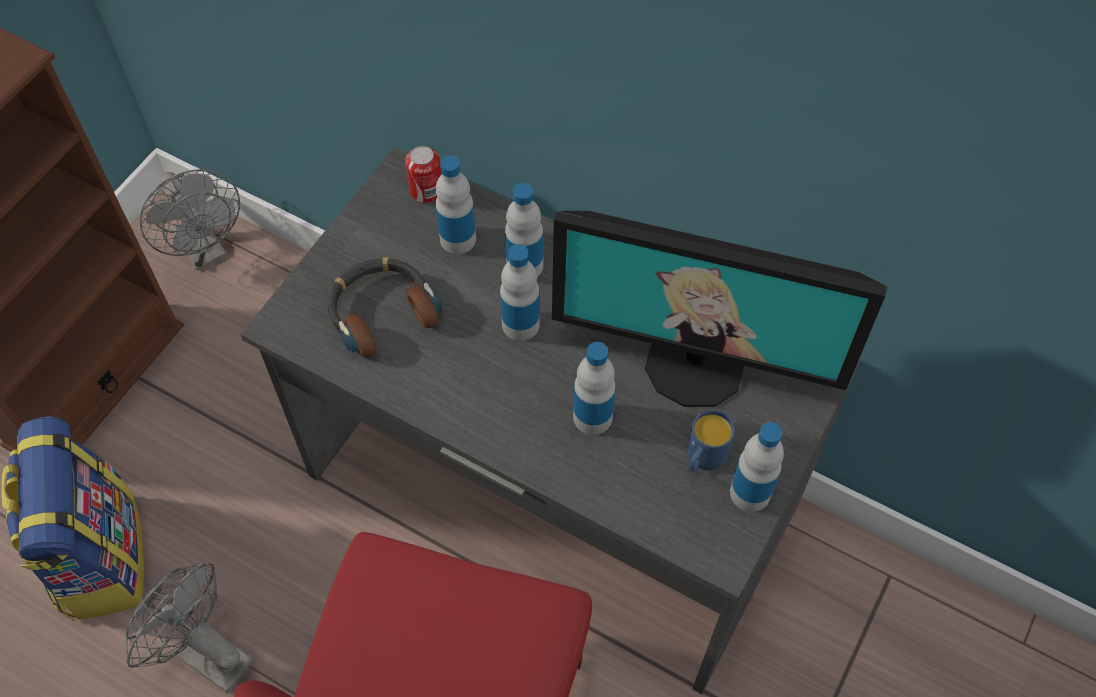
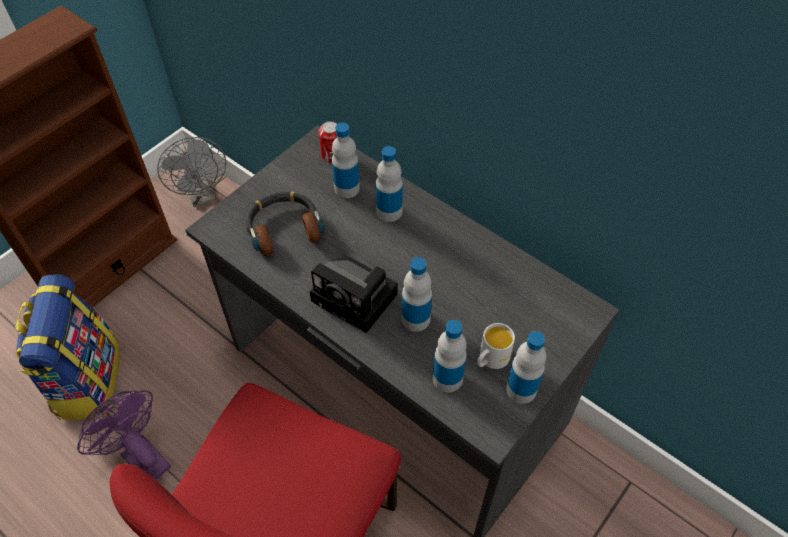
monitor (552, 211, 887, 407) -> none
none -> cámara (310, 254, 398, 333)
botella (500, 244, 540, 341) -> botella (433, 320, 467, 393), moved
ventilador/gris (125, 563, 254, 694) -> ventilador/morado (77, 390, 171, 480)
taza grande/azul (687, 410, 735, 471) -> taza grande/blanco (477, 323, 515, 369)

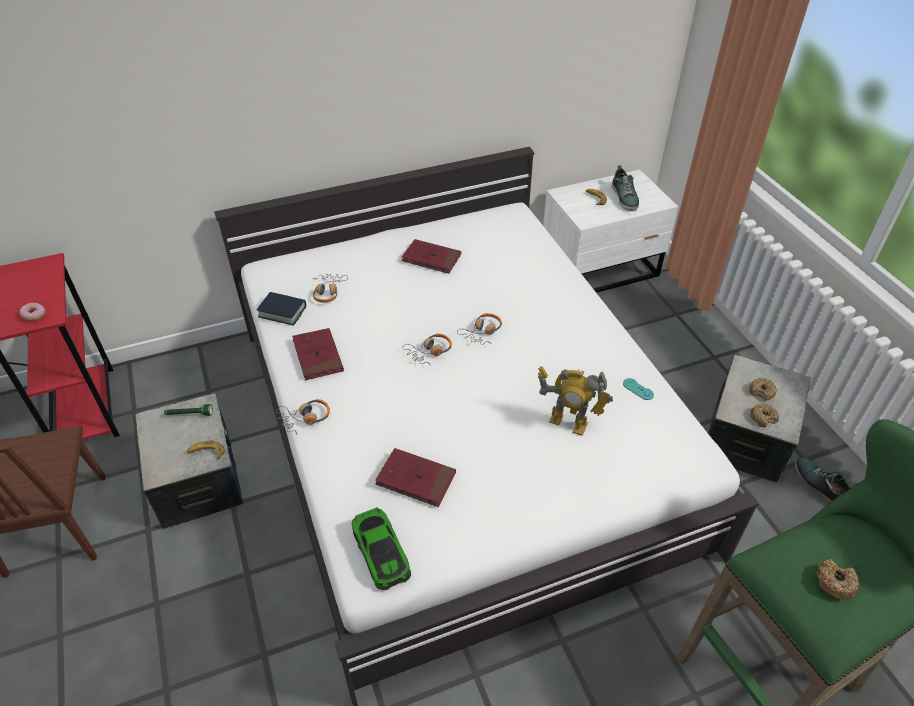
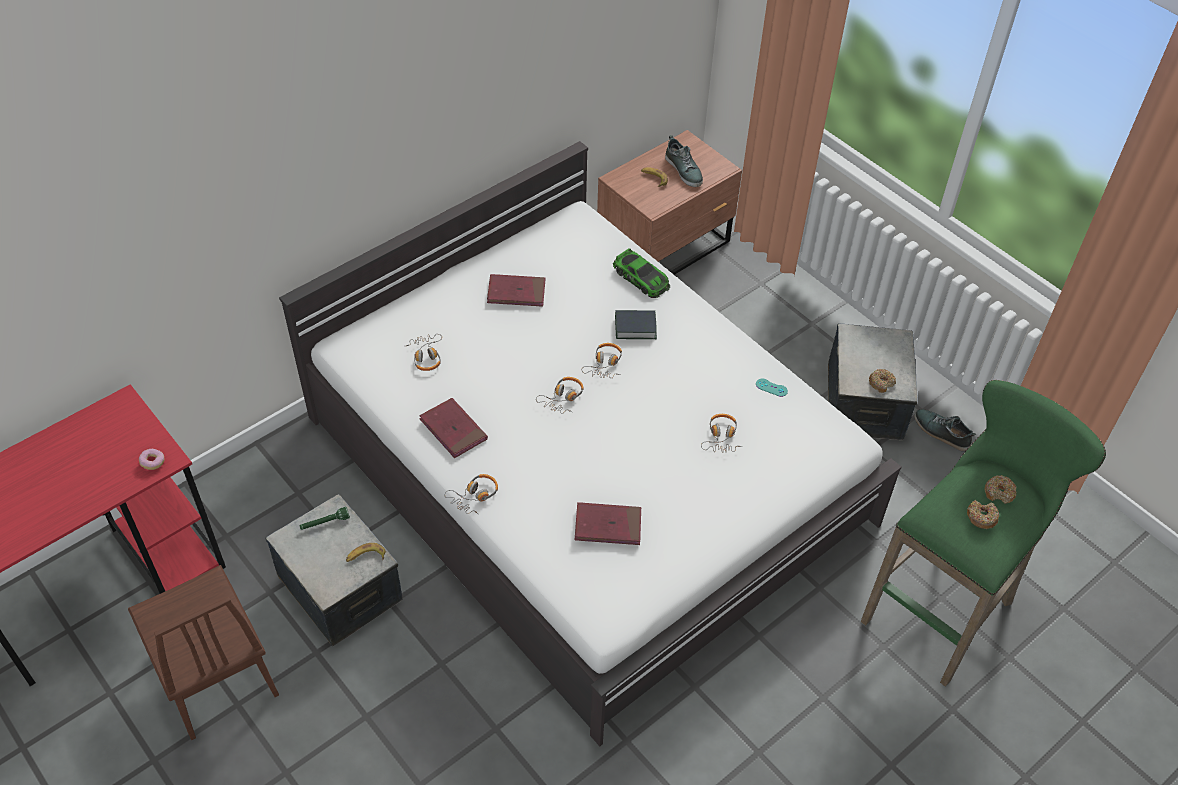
libro (257, 292, 306, 326) -> libro (615, 310, 657, 339), moved
coche de juguete (352, 507, 411, 590) -> coche de juguete (613, 248, 670, 298), moved
rosquilla (749, 378, 777, 401) -> rosquilla (984, 475, 1017, 504), moved
robot de juguete (538, 366, 613, 436) -> auriculares (701, 414, 743, 452)
mesita de noche/blanco (543, 169, 678, 293) -> mesita de noche/marrón (597, 130, 742, 275)

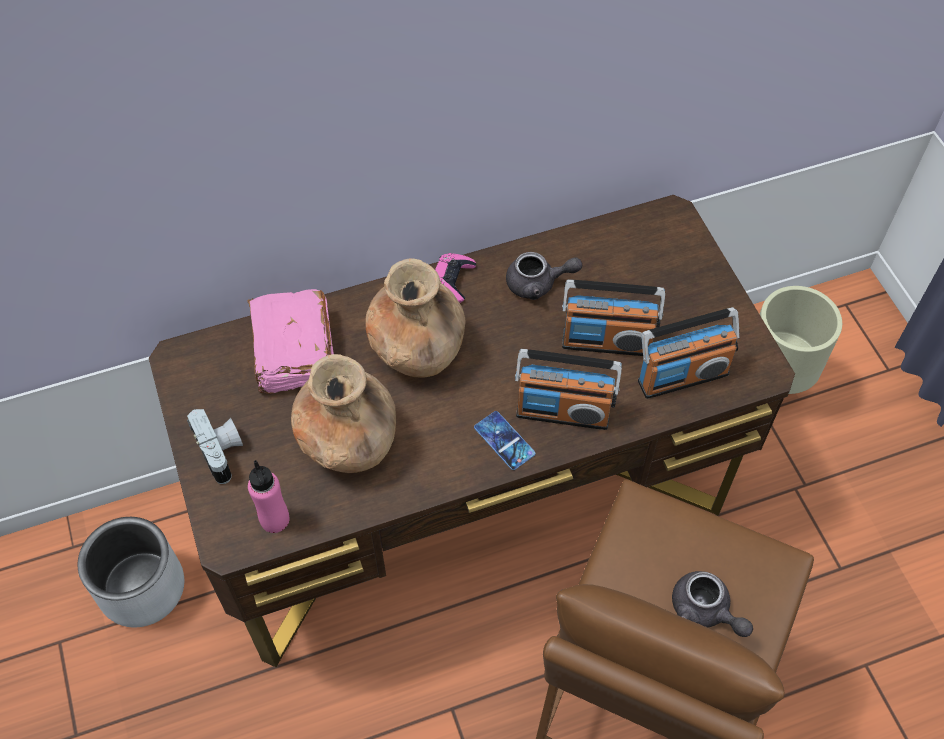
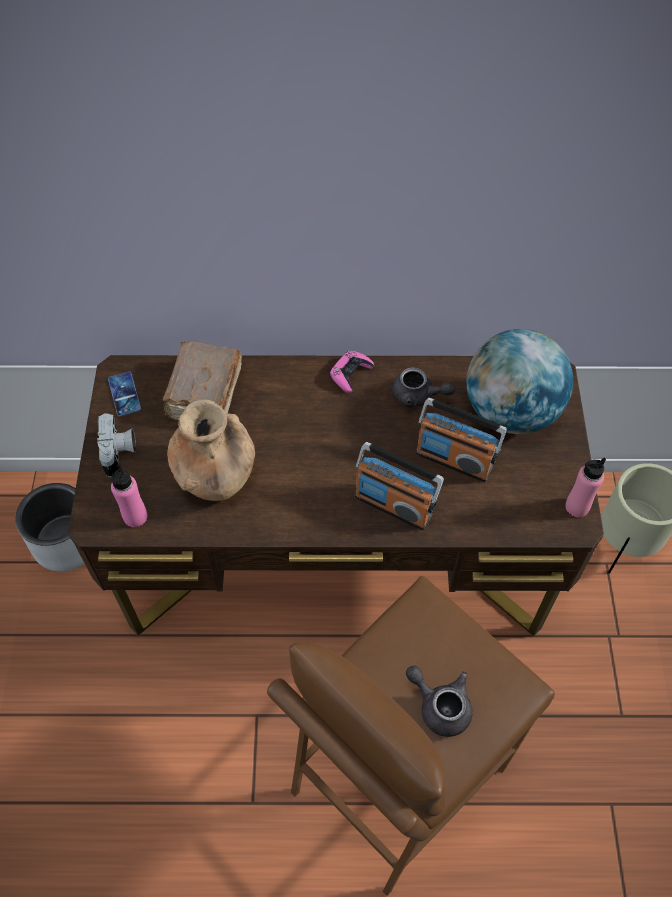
florero/marrón (365, 258, 466, 377) -> none
radio (638, 307, 740, 399) -> none
none -> globo terráqueo (466, 329, 573, 434)
none -> botella/rosa (565, 457, 606, 517)
móvil (474, 411, 536, 470) -> móvil (108, 372, 141, 416), moved
libro/rosa (247, 289, 334, 394) -> libro/marrón (162, 342, 242, 420)
tetera/gris (672, 571, 753, 637) -> tetera/gris (406, 666, 473, 737), 150 degrees clockwise

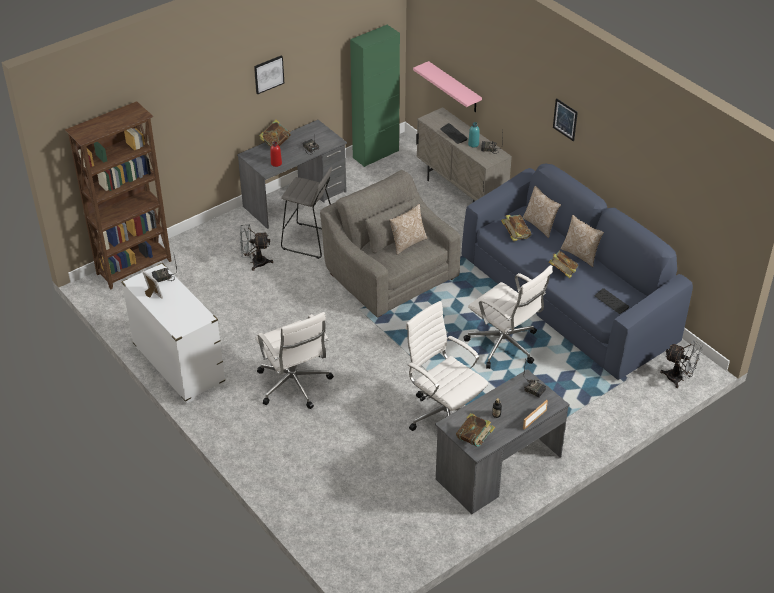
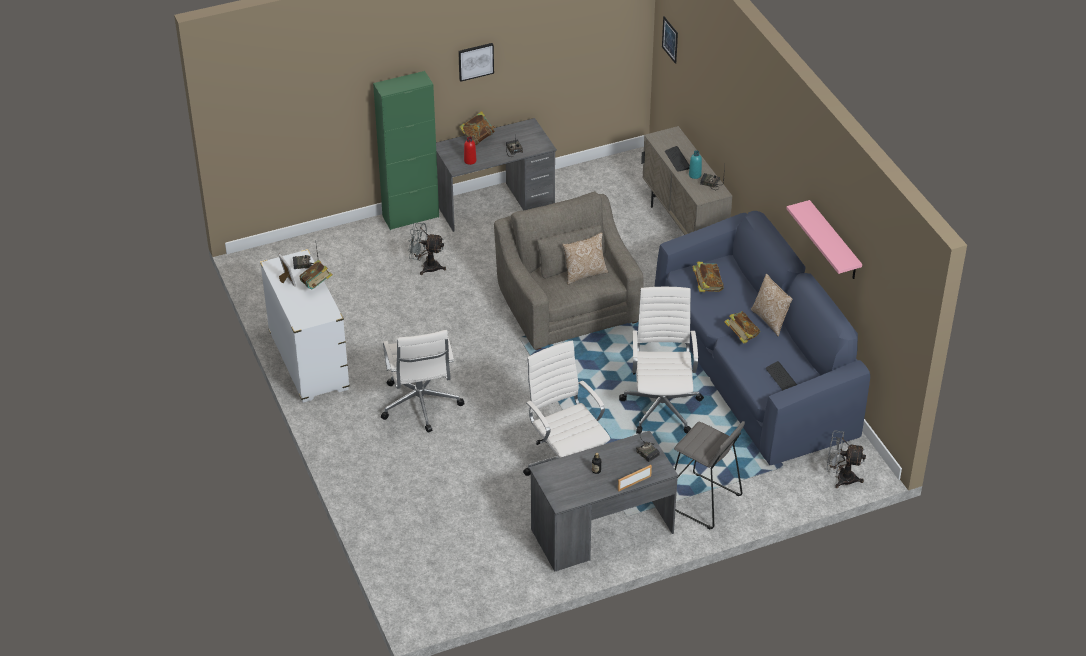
estantería/marrón (65, 101, 171, 289) -> none
cojín (522, 185, 561, 238) -> none
taburete/gris (281, 167, 332, 259) -> taburete/gris (674, 421, 745, 529), moved
armario/verde (350, 25, 400, 167) -> armario/verde (373, 71, 439, 230), moved
estante/rosa (413, 61, 482, 112) -> estante/rosa (787, 200, 862, 279), moved
libro (456, 413, 495, 447) -> libro (300, 260, 332, 289), moved
cuadro (553, 98, 578, 142) -> cuadro (662, 16, 678, 64), moved
silla de oficina/blanco (463, 265, 553, 369) -> silla de oficina/blanco (619, 287, 704, 434), 150 degrees counterclockwise
ventilador/gris (660, 340, 703, 388) -> ventilador/gris (826, 430, 866, 488), 150 degrees clockwise

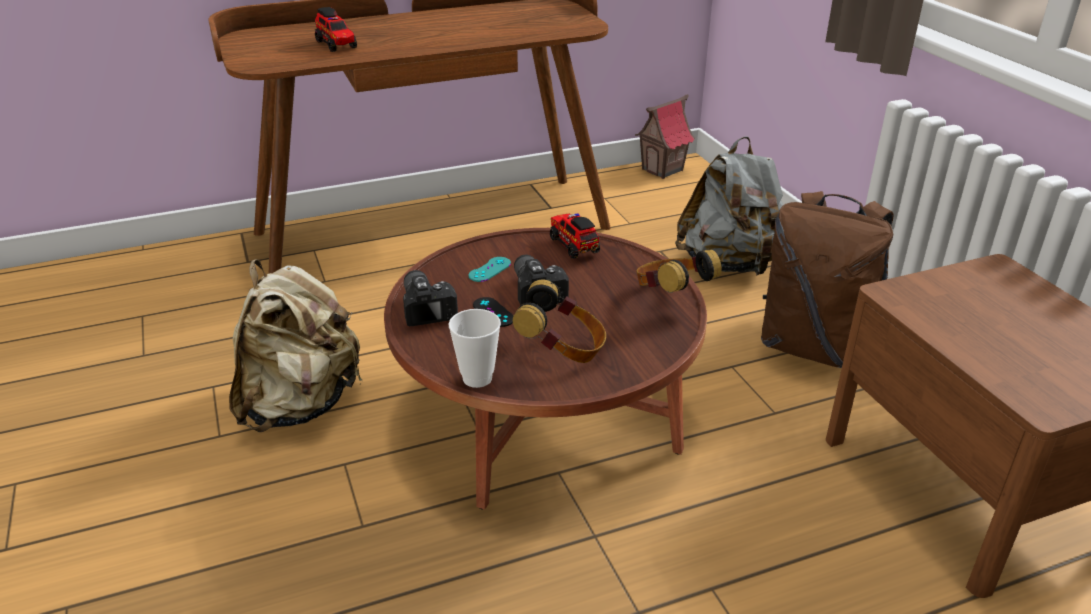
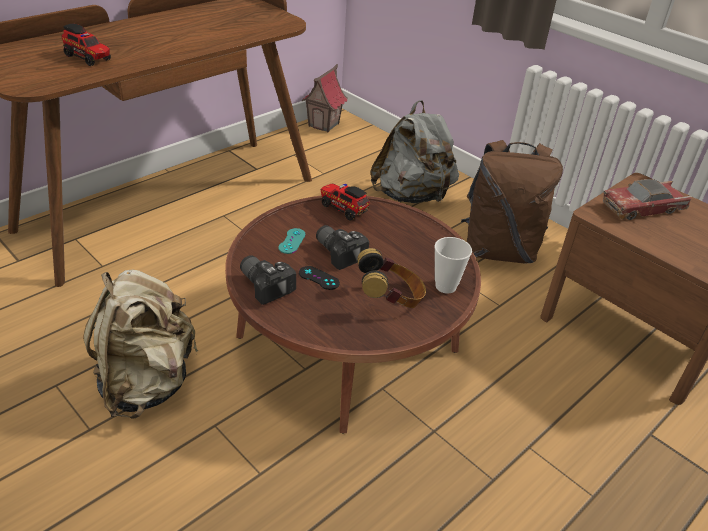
auriculares (636, 249, 722, 293) -> none
none -> coche de juguete (603, 179, 692, 220)
taza (449, 309, 501, 388) -> taza (434, 237, 472, 294), moved

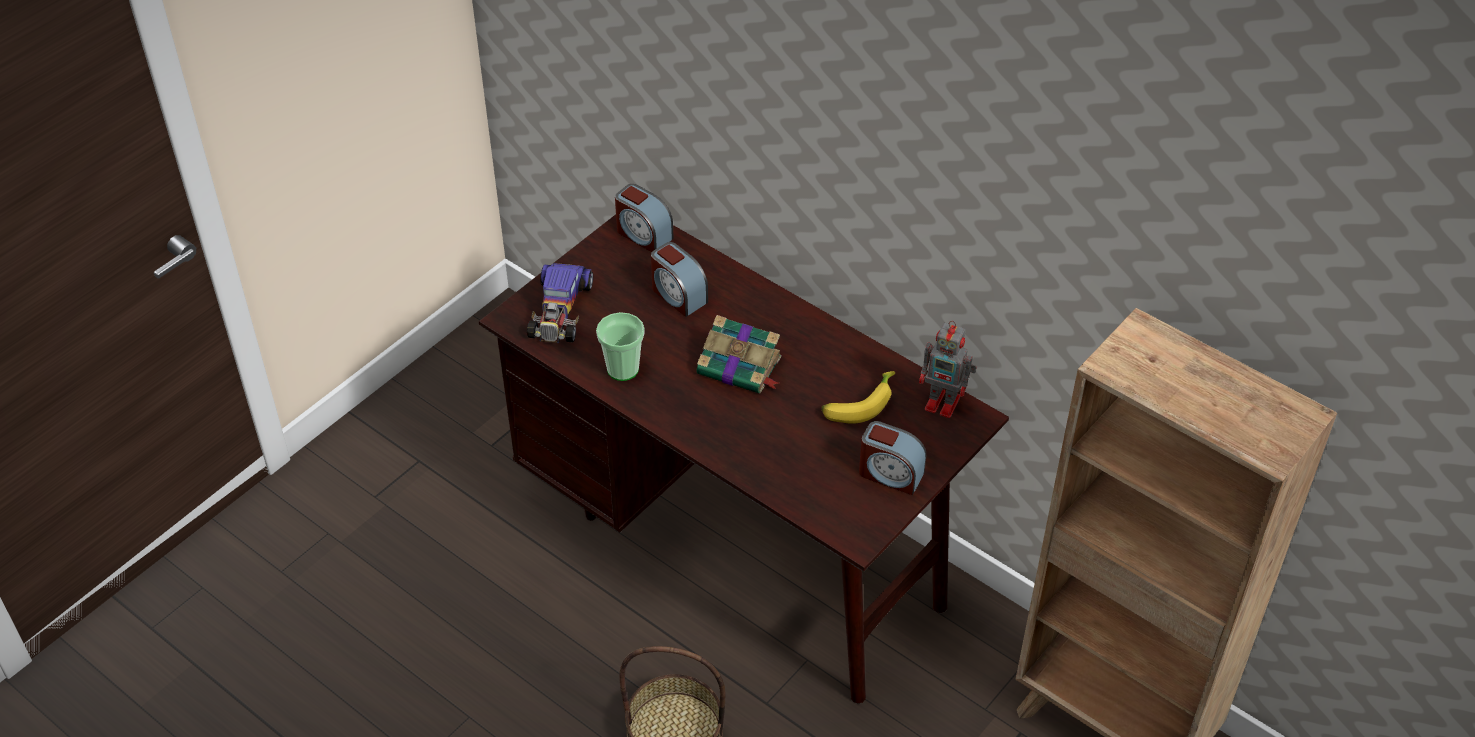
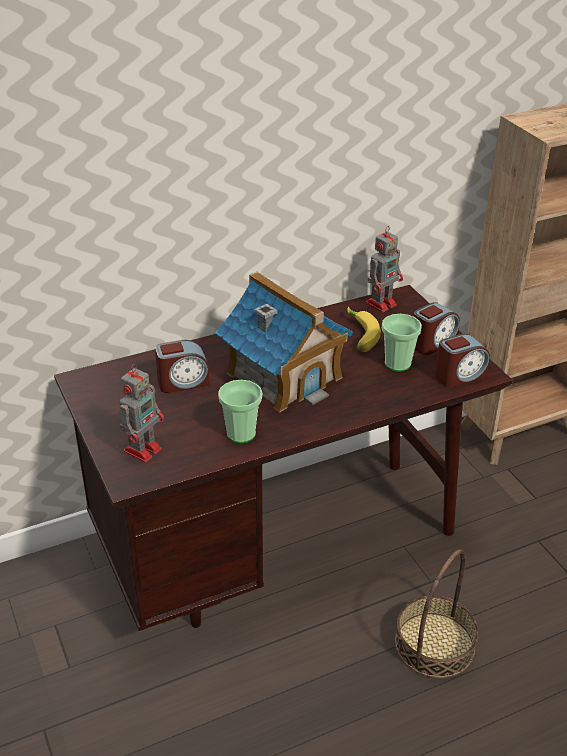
none -> taza (382, 314, 422, 372)
despertador (615, 184, 674, 252) -> despertador (435, 334, 490, 388), moved
coche de juguete (527, 263, 593, 343) -> robot de juguete (119, 364, 164, 463)
libro (697, 315, 781, 393) -> casita (215, 272, 354, 412)

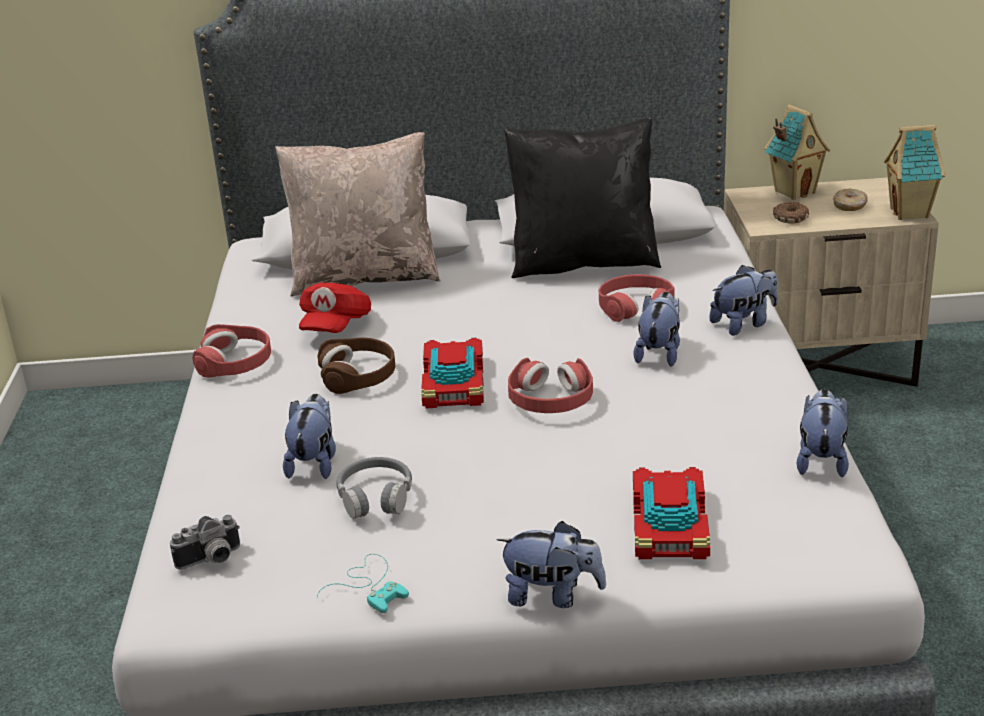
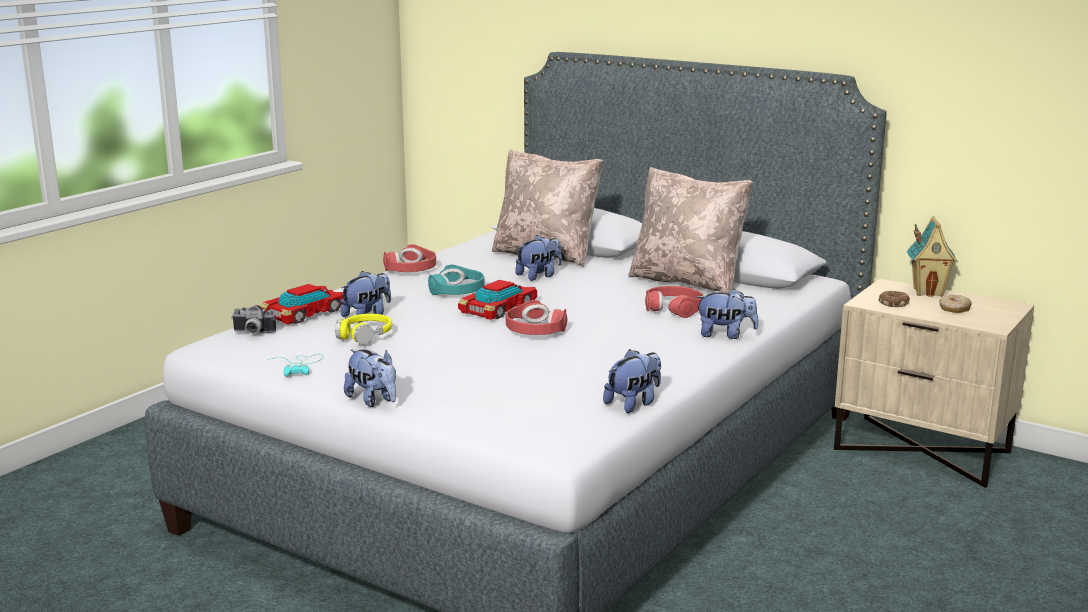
gorra/rojo (299, 283, 371, 333) -> none
casita (884, 125, 945, 220) -> none
peluche (633, 292, 680, 366) -> peluche (515, 235, 562, 281), moved
coche de juguete (633, 467, 710, 559) -> coche de juguete (261, 284, 344, 324), moved
auriculares/marrón (318, 337, 395, 394) -> auriculares/turquesa (428, 264, 484, 295)
auriculares/gris (336, 457, 412, 519) -> auriculares/amarillo (335, 314, 393, 344)
cojín/negro (504, 118, 661, 278) -> cojín/beis (628, 167, 753, 293)

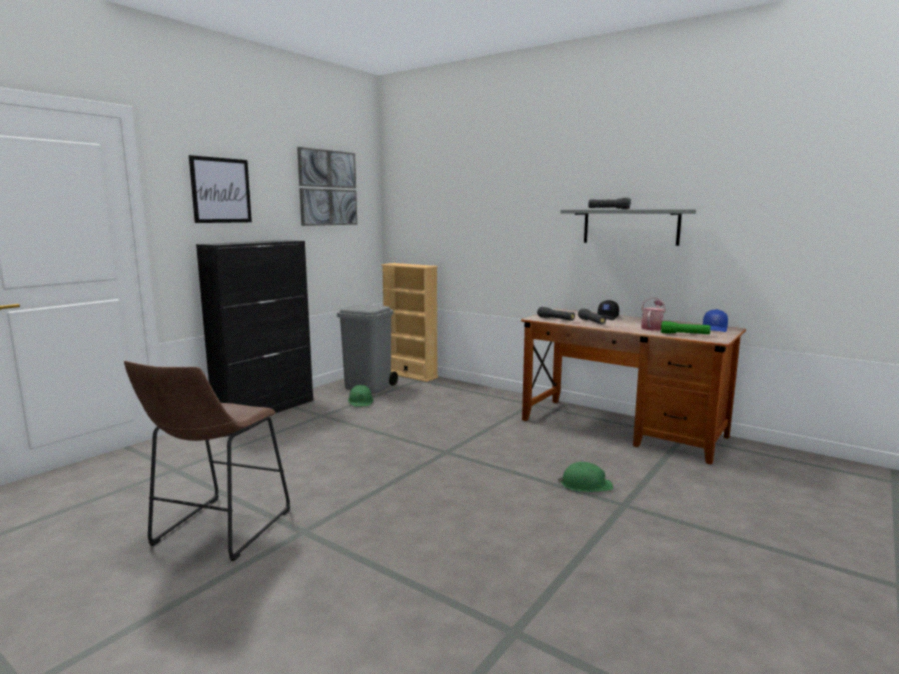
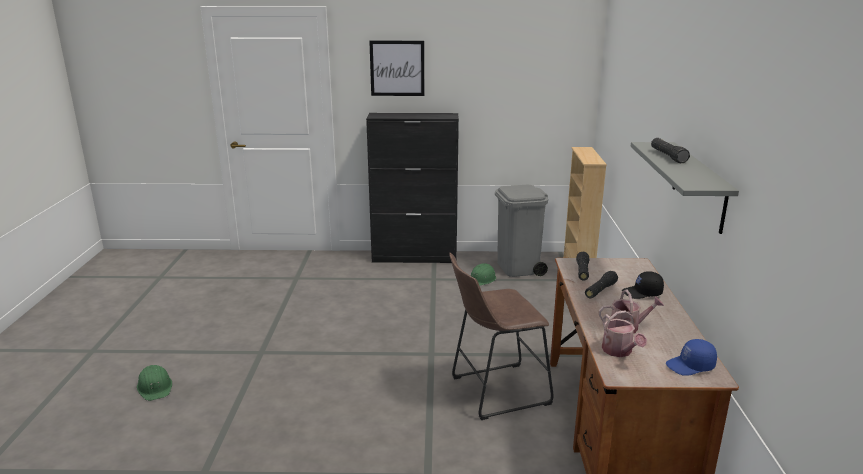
cuadro (297, 147, 357, 226) -> none
taburete/marrón (124, 361, 290, 561) -> taburete/marrón (449, 253, 554, 420), moved
casco/verde (558, 462, 613, 492) -> casco/verde (137, 365, 172, 401), moved
linterna/verde (661, 321, 711, 334) -> regadera (602, 310, 647, 357)

